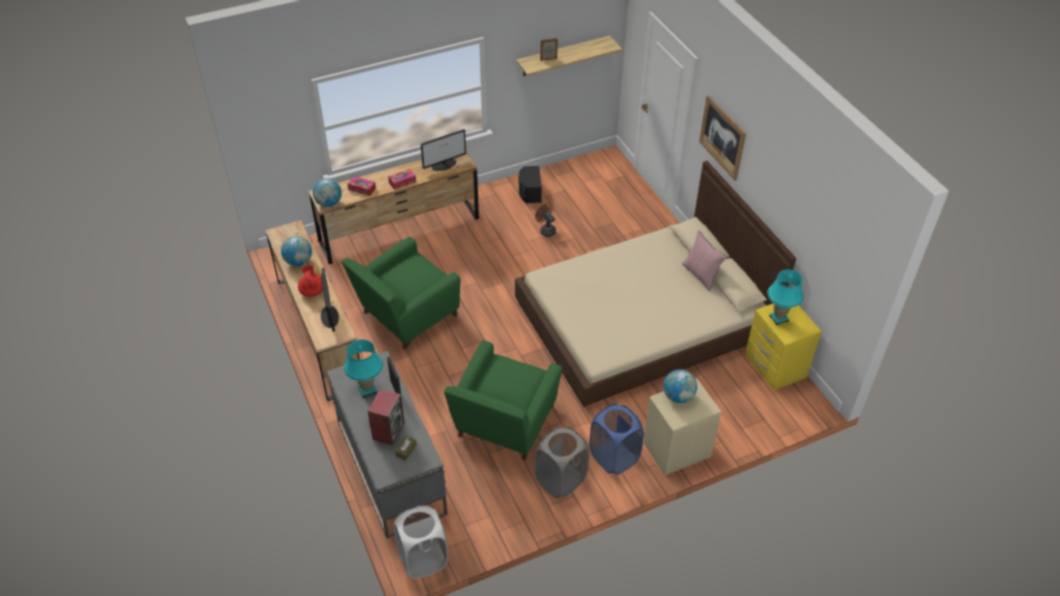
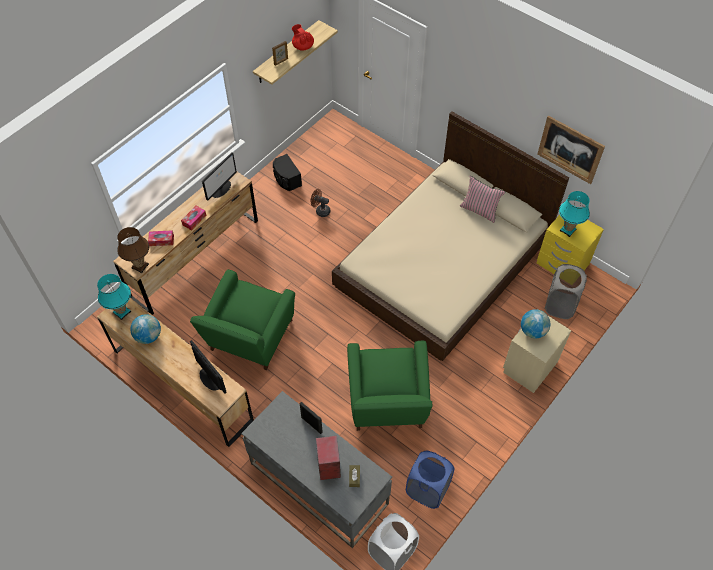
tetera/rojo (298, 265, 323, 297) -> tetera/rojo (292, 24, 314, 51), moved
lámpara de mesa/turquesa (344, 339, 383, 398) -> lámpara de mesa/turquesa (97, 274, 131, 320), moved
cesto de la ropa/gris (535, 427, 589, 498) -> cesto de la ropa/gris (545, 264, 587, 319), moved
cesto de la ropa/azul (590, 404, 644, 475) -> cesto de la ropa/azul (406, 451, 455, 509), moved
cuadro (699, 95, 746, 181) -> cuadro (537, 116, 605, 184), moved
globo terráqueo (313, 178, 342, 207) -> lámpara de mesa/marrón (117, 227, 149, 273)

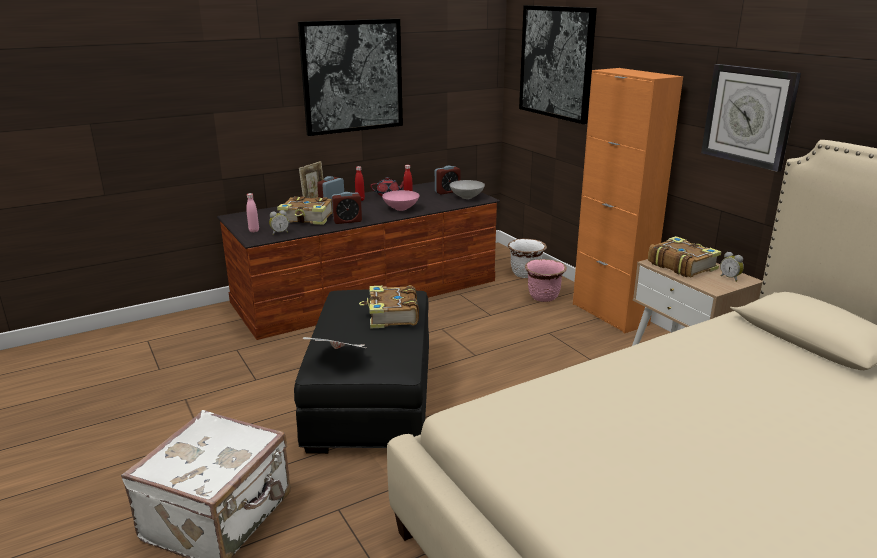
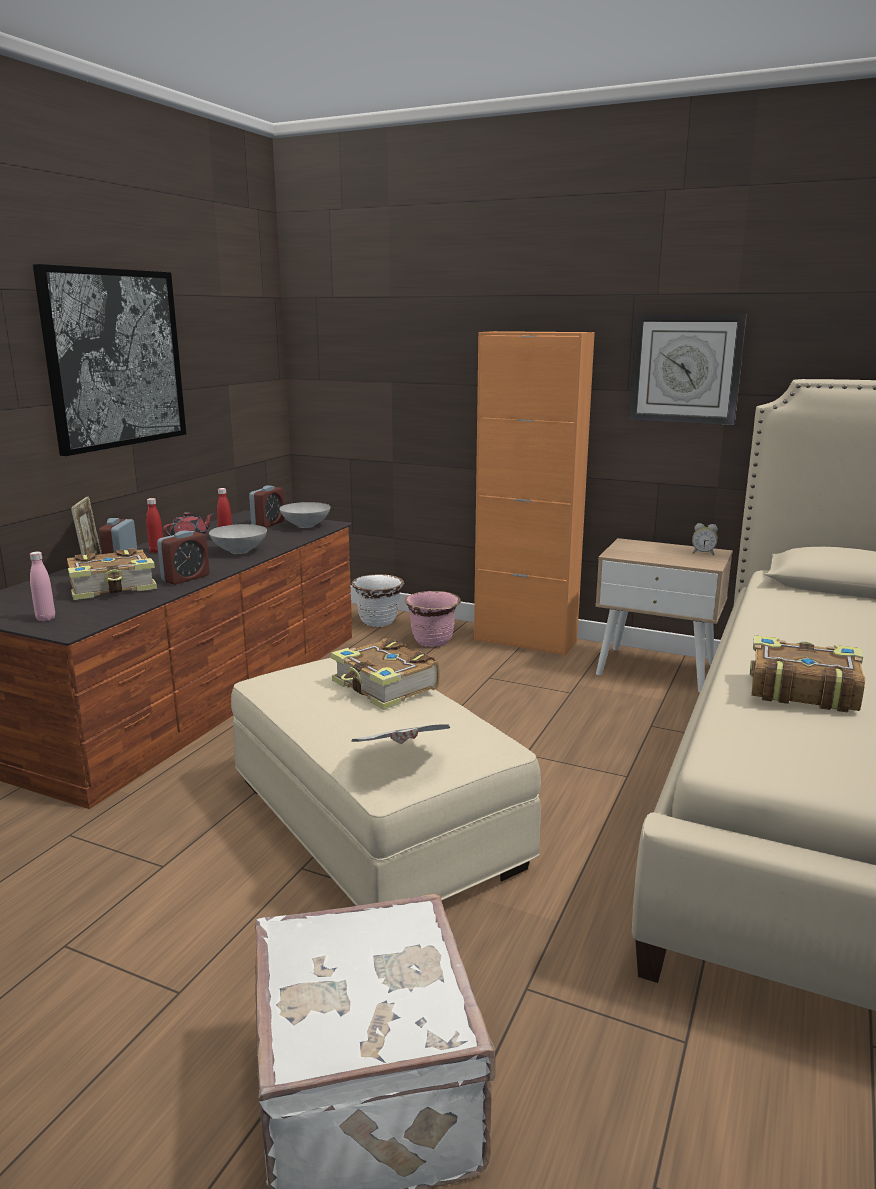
despertador (269, 210, 289, 235) -> none
cuadro (519, 5, 597, 124) -> none
libro (648, 236, 722, 277) -> libro (750, 635, 865, 712), moved
puf/negro (294, 289, 429, 454) -> puf/beis (231, 658, 541, 906)
cuenco/rosa (382, 190, 419, 211) -> cuenco/gris (209, 524, 267, 554)

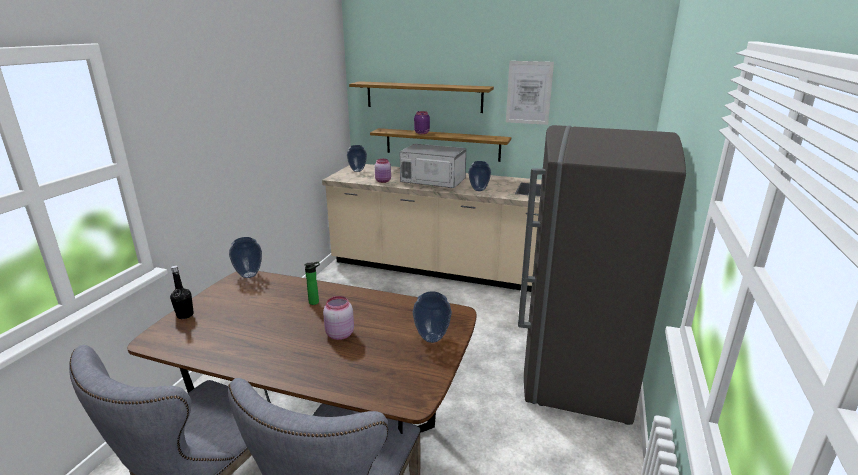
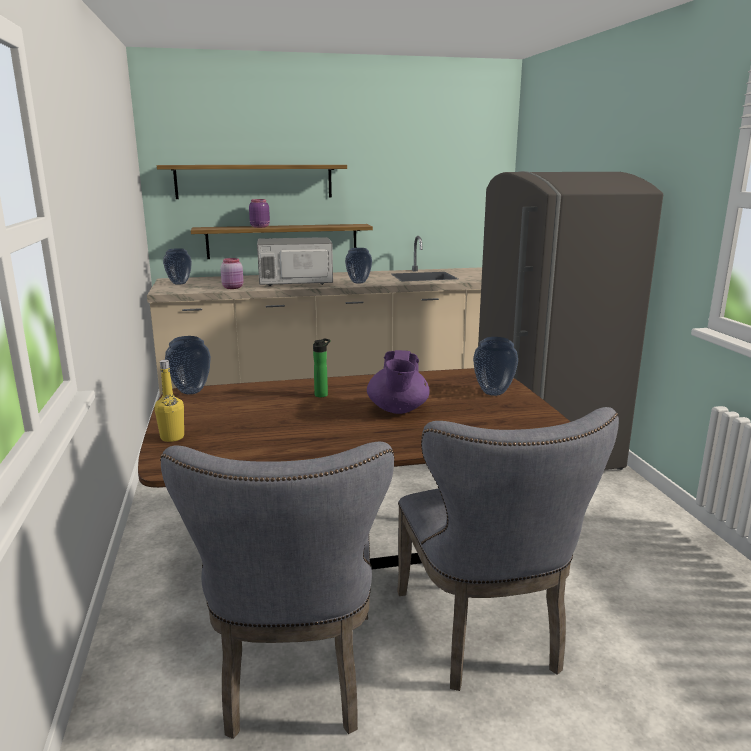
cuadro (506, 61, 554, 125) -> none
tarro/rosa (323, 296, 354, 340) -> tetera/morado (367, 350, 430, 414)
botella/negro (170, 265, 194, 319) -> botella/amarillo (154, 360, 184, 442)

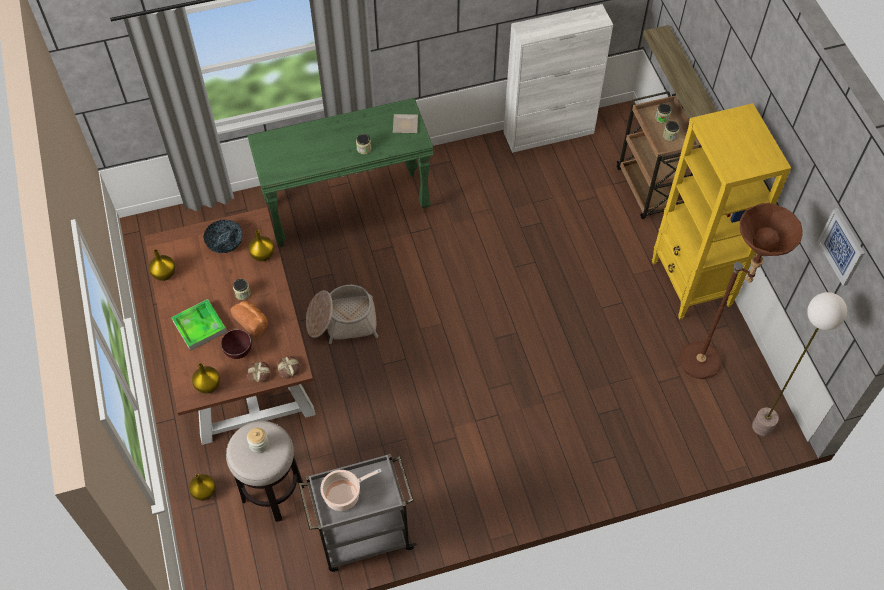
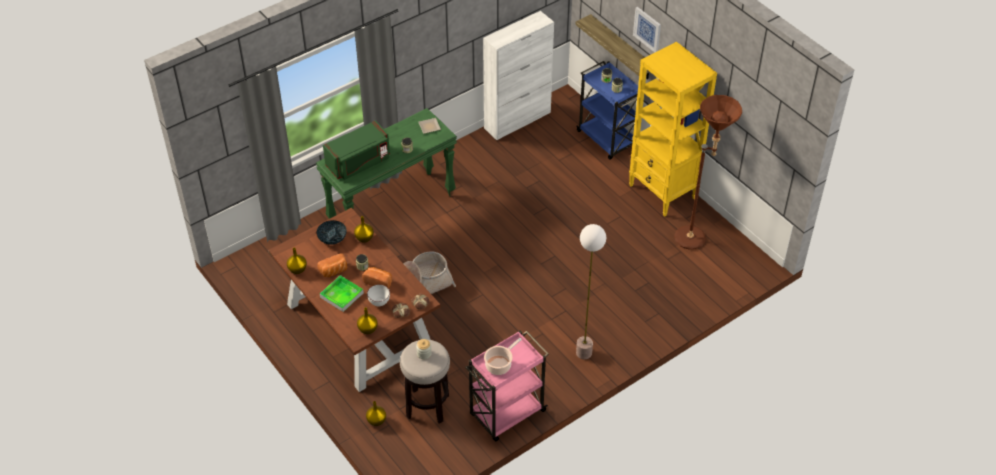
none -> pan (317, 253, 347, 277)
none -> microondas/verde (323, 121, 390, 180)
lámpara de pie (752, 292, 847, 436) -> lámpara de pie (576, 224, 606, 359), moved
cuadro (817, 208, 865, 286) -> cuadro (633, 7, 661, 53), moved
cuenco/marrón (221, 329, 252, 359) -> cuenco/blanco (367, 284, 390, 306)
carrito/gris (298, 453, 417, 572) -> carrito/rosa (465, 331, 549, 441)
carrito/marrón (616, 91, 702, 219) -> carrito/azul (576, 61, 638, 160)

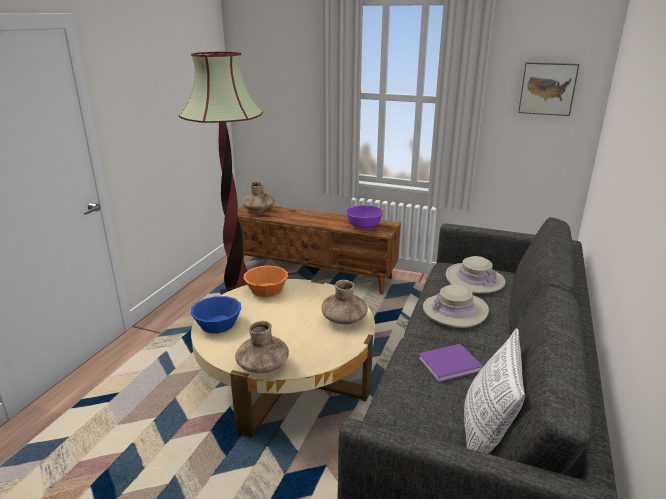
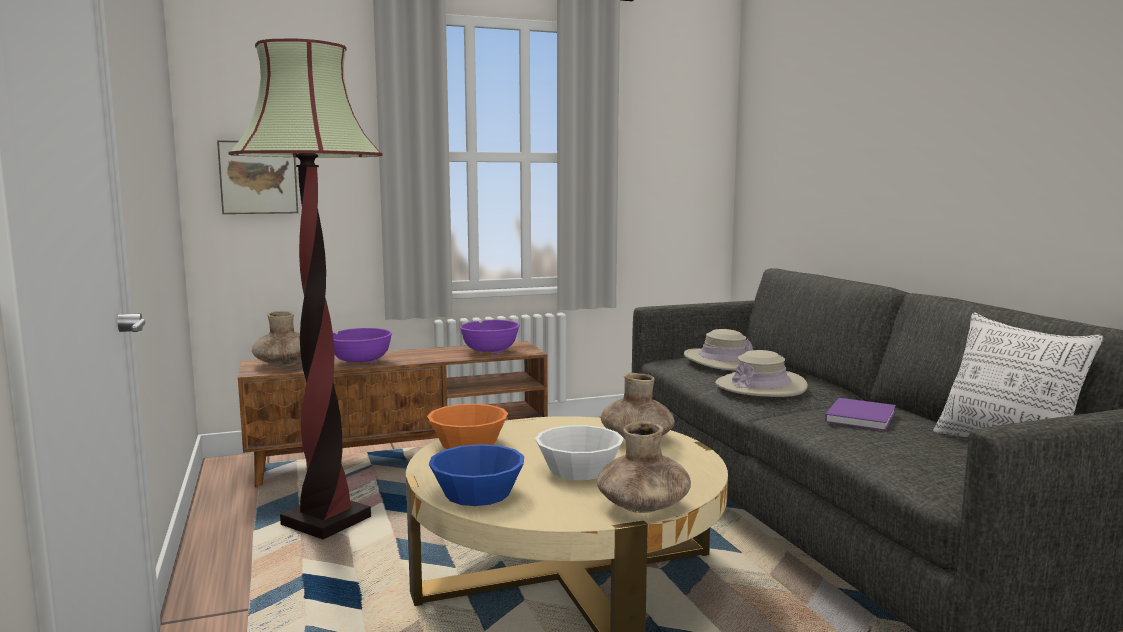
none -> cuenco/morado (333, 328, 392, 364)
none -> cuenco/blanco (535, 425, 624, 480)
cuadro (518, 62, 579, 116) -> cuadro (217, 140, 298, 214), moved

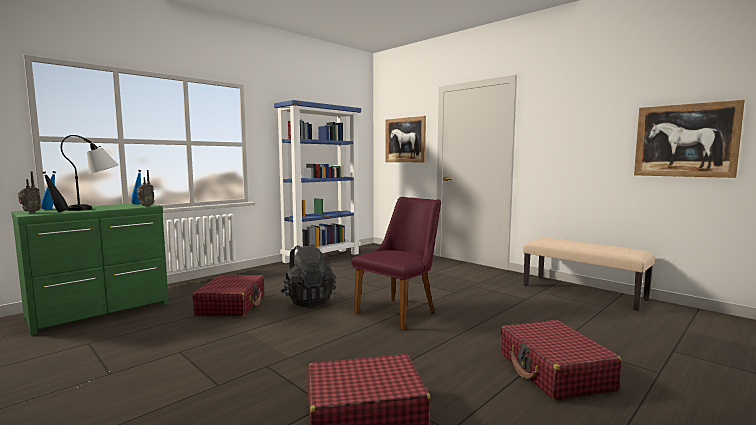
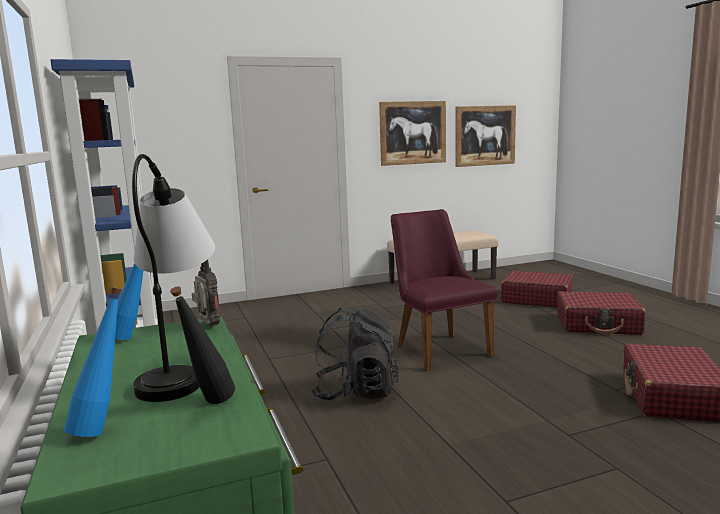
radio (18, 171, 41, 213) -> none
maleta/rojo (193, 275, 264, 316) -> maleta/rojo (501, 271, 573, 308), moved
cuadro (385, 116, 426, 162) -> cuadro (379, 101, 446, 166), moved

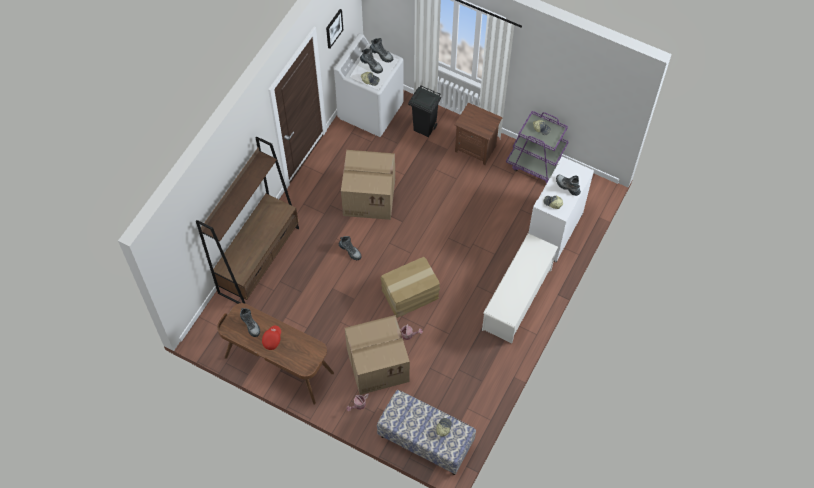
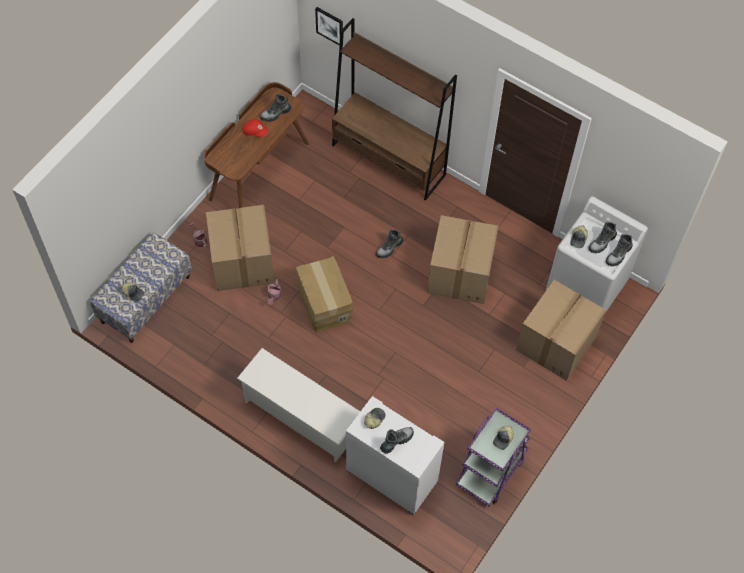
mesita de noche/marrón (455, 103, 503, 165) -> none
cuadro (326, 9, 343, 49) -> cuadro (315, 7, 343, 46), moved
papelera/negro (408, 85, 441, 137) -> caja de cartón (516, 280, 606, 381)

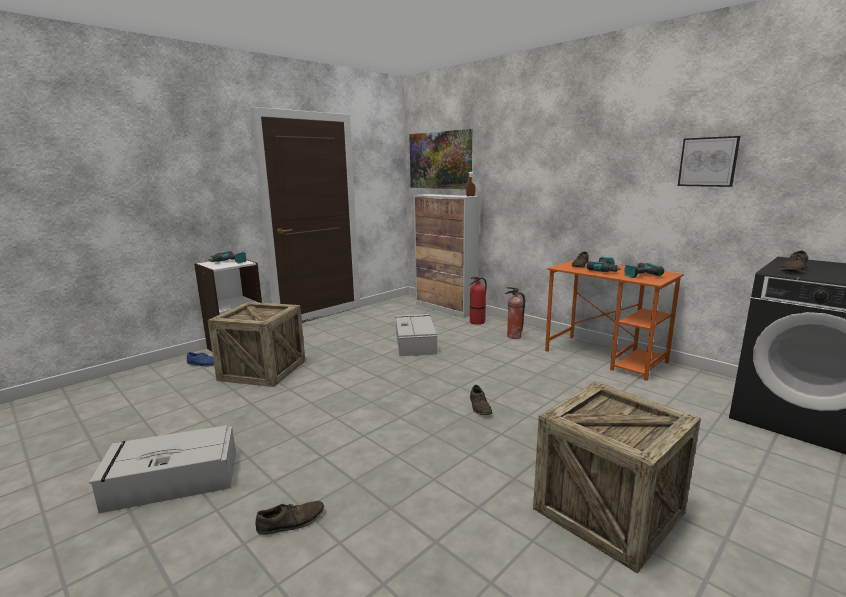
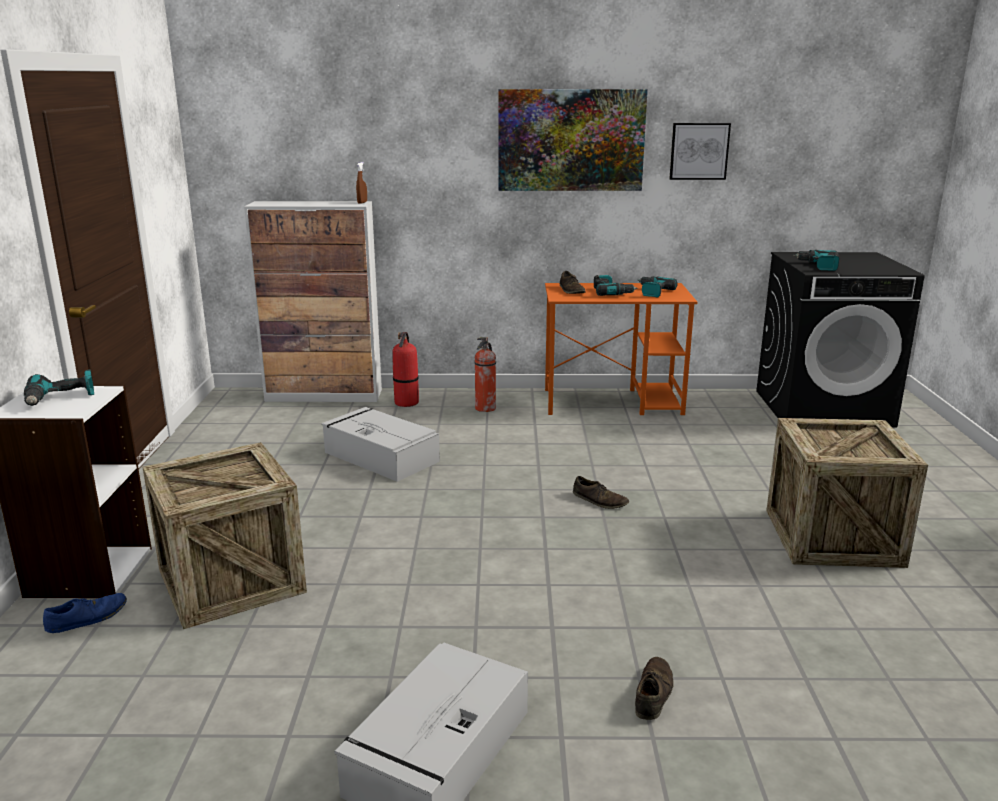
cuadro (409, 129, 472, 189) -> cuadro (498, 89, 648, 191), moved
zapato/marrón (780, 251, 808, 273) -> taladro (793, 250, 839, 271)

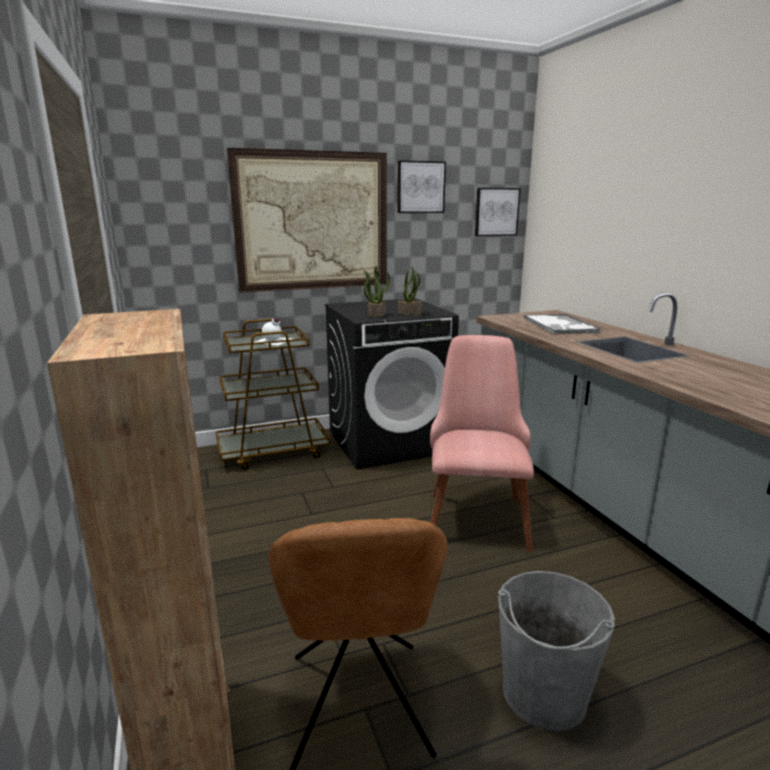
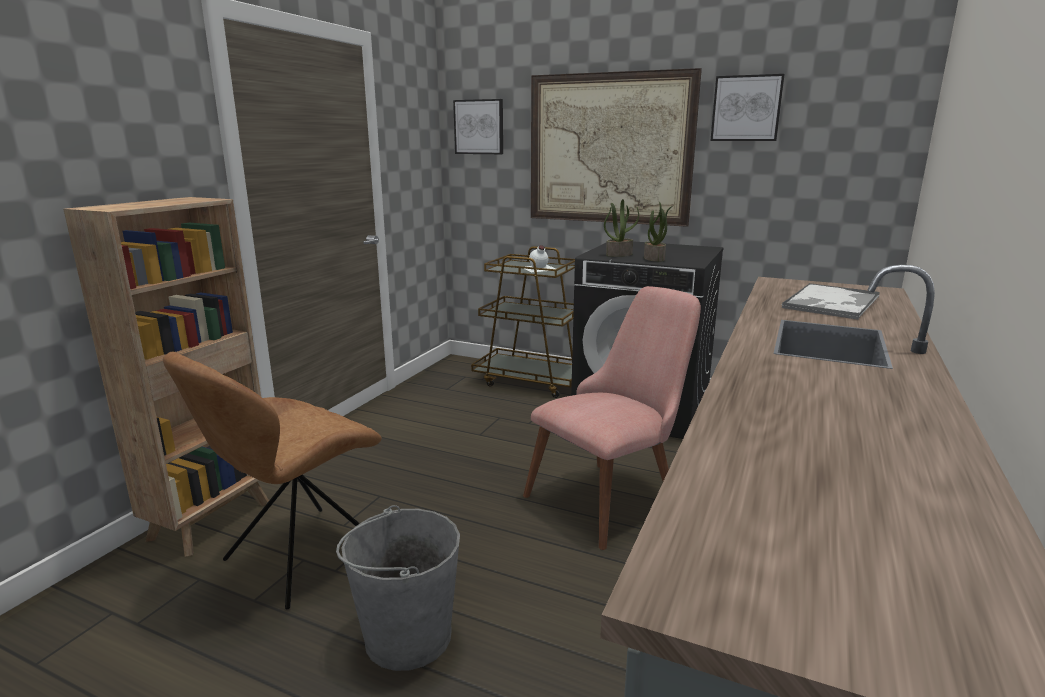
cuadro (475, 188, 521, 236) -> cuadro (453, 99, 503, 154), moved

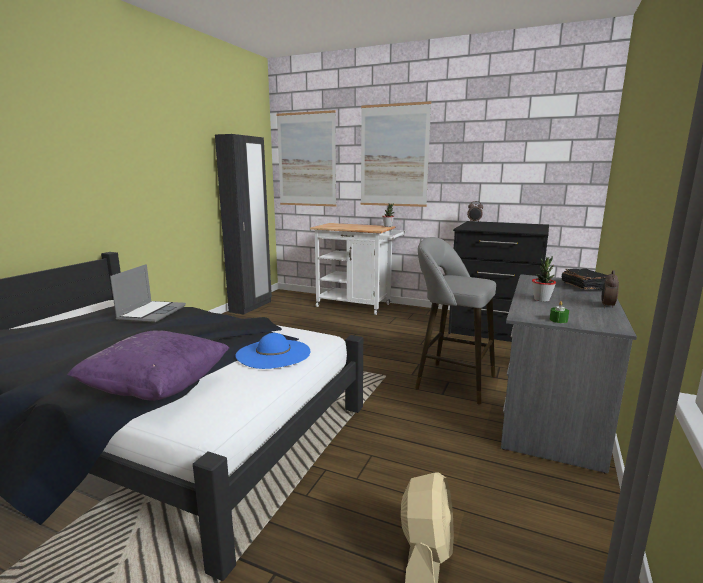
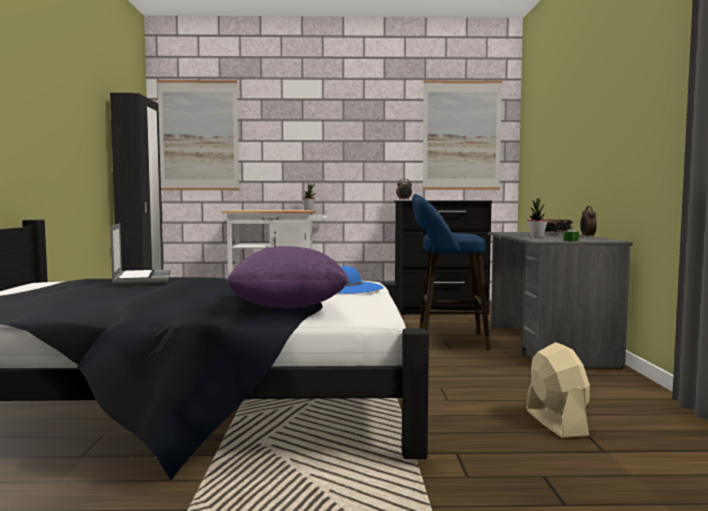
cuadro (361, 101, 431, 207) -> cuadro (422, 80, 502, 190), moved
taburete/gris (415, 237, 496, 405) -> taburete/azul (412, 194, 491, 350)

